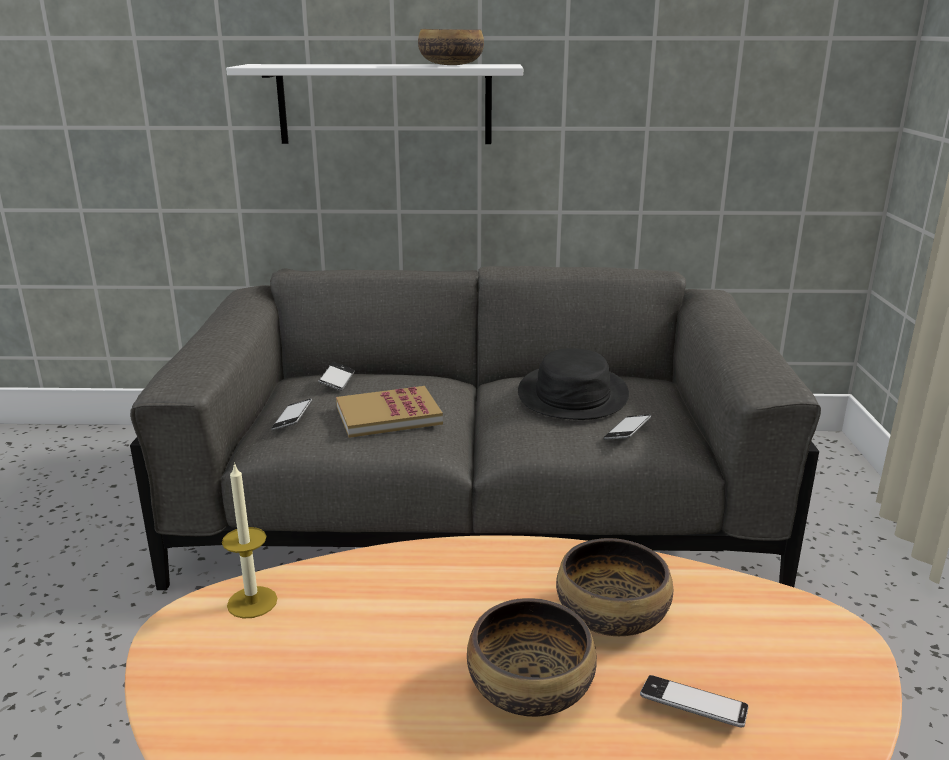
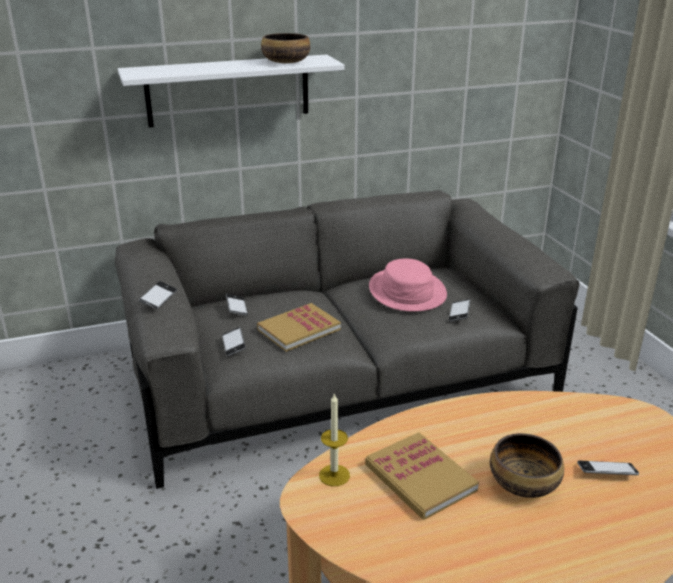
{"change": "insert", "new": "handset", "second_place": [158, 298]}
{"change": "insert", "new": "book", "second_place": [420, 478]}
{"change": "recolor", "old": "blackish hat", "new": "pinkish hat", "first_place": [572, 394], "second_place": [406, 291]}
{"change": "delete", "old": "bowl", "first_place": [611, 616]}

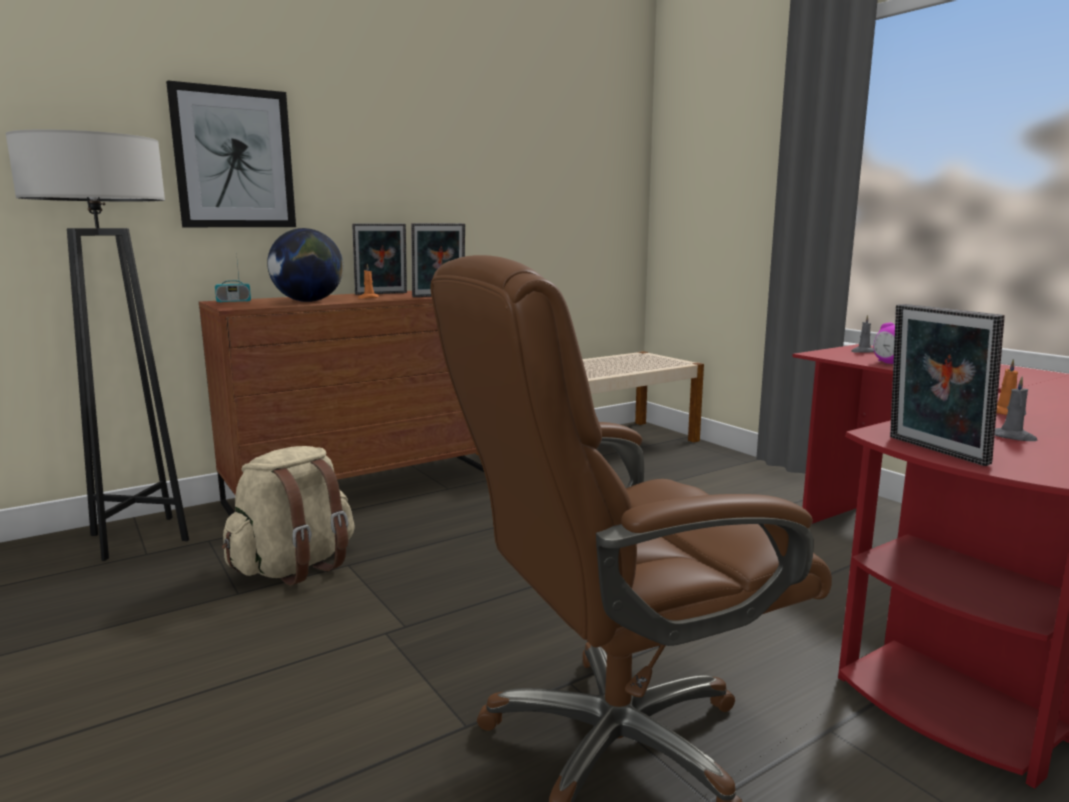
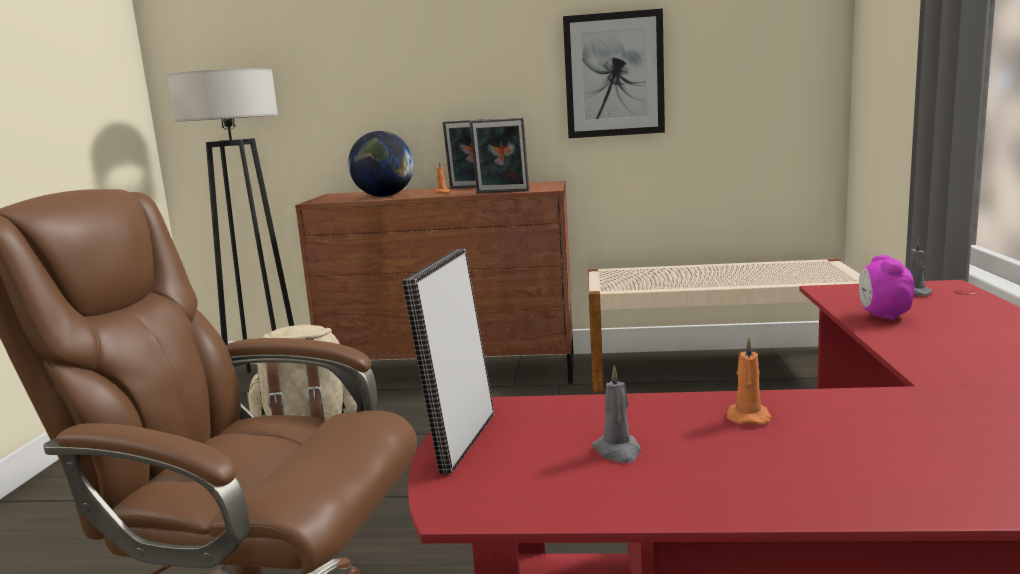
{"change": "move", "old": "wall picture", "first_place": [234, 158], "second_place": [614, 75]}
{"change": "delete", "old": "radio", "first_place": [234, 301]}

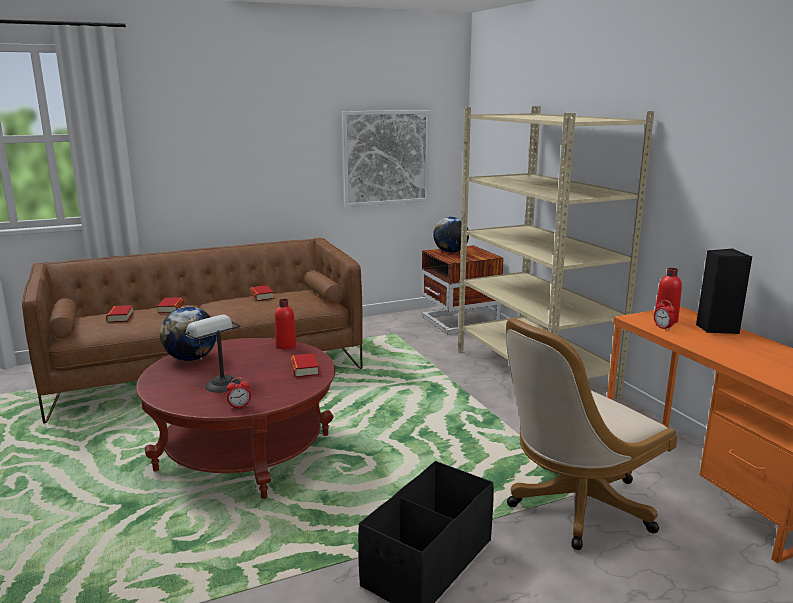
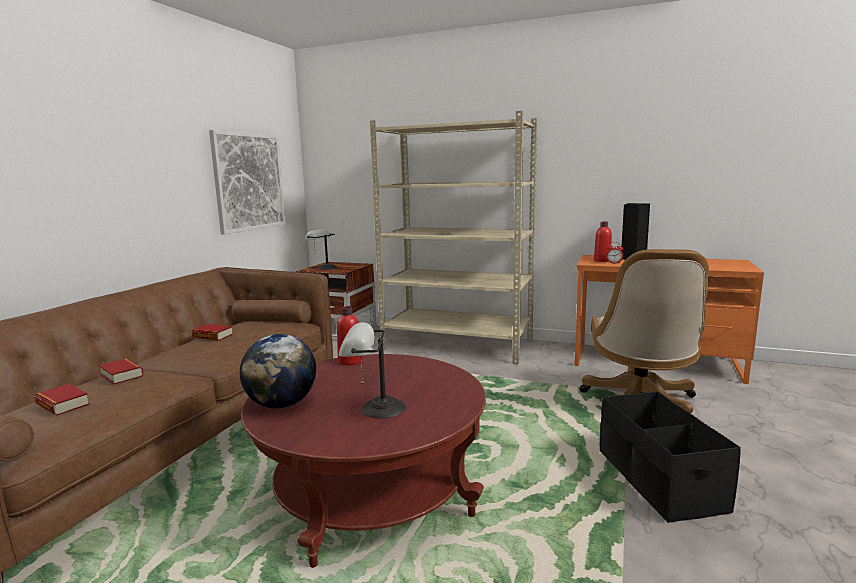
{"change": "replace", "old": "globe", "new": "lamp for a table", "first_place": [450, 252], "second_place": [323, 267]}
{"change": "delete", "old": "alarm clock", "first_place": [239, 406]}
{"change": "delete", "old": "book", "first_place": [304, 369]}

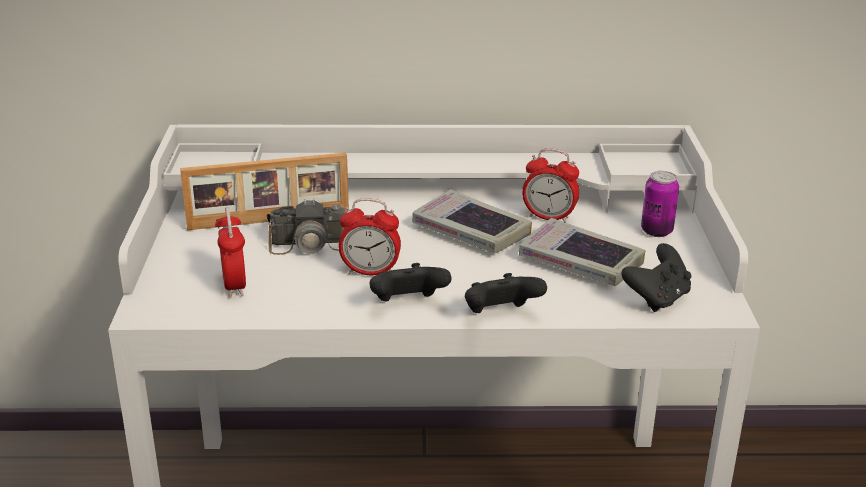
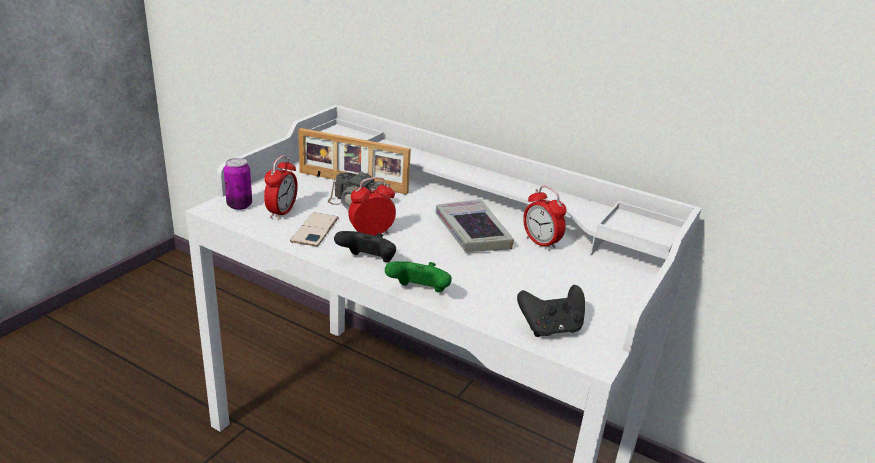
{"change": "move", "old": "can", "first_place": [656, 231], "second_place": [239, 205]}
{"change": "insert", "new": "handset", "second_place": [315, 230]}
{"change": "rotate", "old": "alarm clock", "first_place": [370, 272], "second_place": [371, 234], "degrees": 120}
{"change": "recolor", "old": "blackish joypad", "new": "greenish joypad", "first_place": [500, 315], "second_place": [419, 293]}
{"change": "delete", "old": "book", "first_place": [580, 262]}

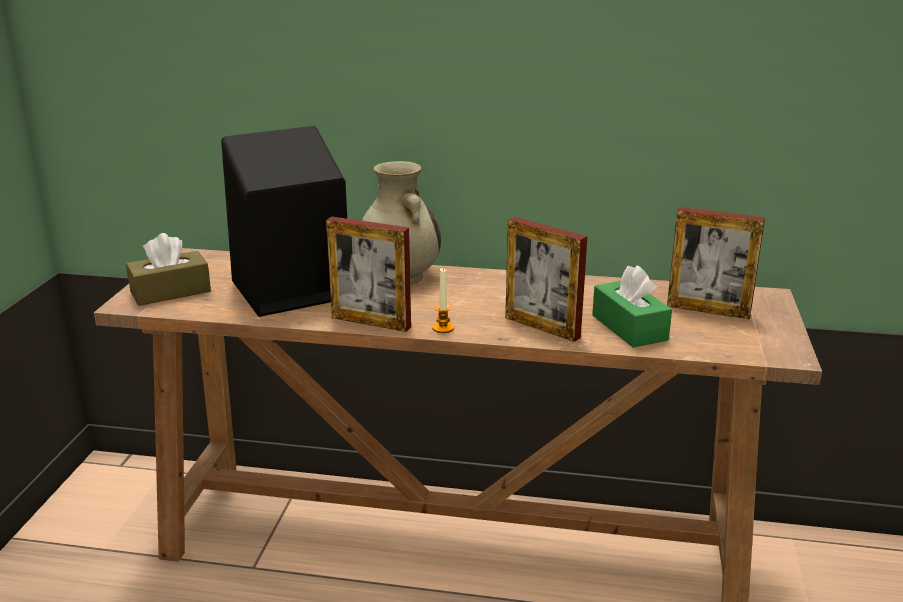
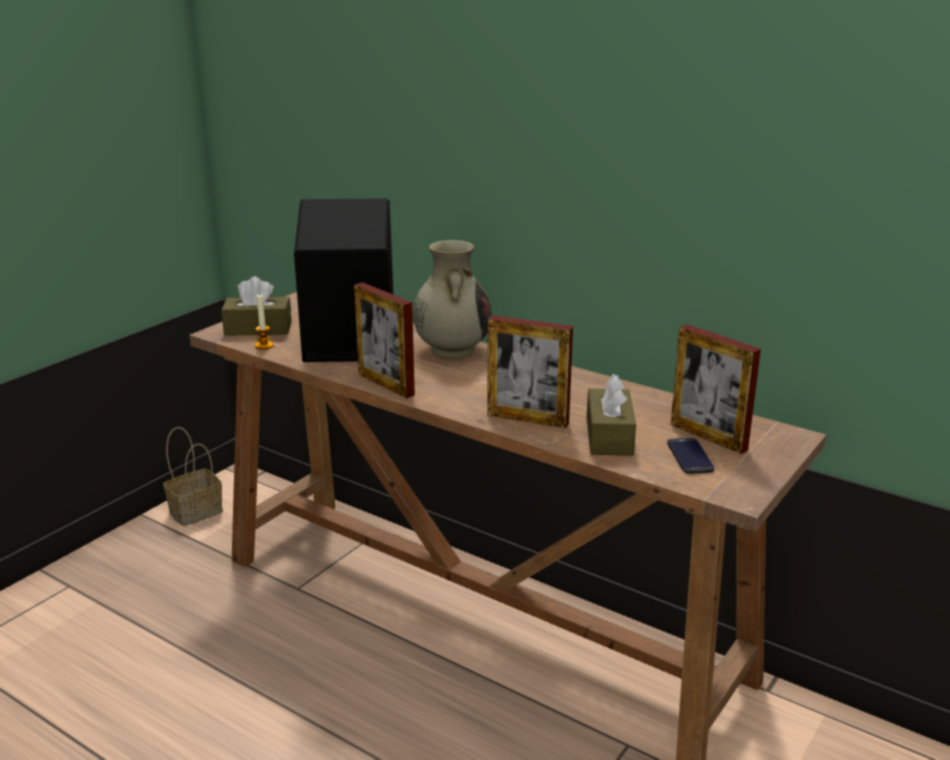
{"change": "insert", "new": "household basket", "second_place": [195, 513]}
{"change": "move", "old": "wax light", "first_place": [443, 328], "second_place": [264, 345]}
{"change": "rotate", "old": "standing frame", "first_place": [542, 327], "second_place": [527, 419], "degrees": -45}
{"change": "recolor", "old": "greenish box of tissues", "new": "brown box of tissues", "first_place": [629, 327], "second_place": [609, 436]}
{"change": "insert", "new": "handset", "second_place": [690, 456]}

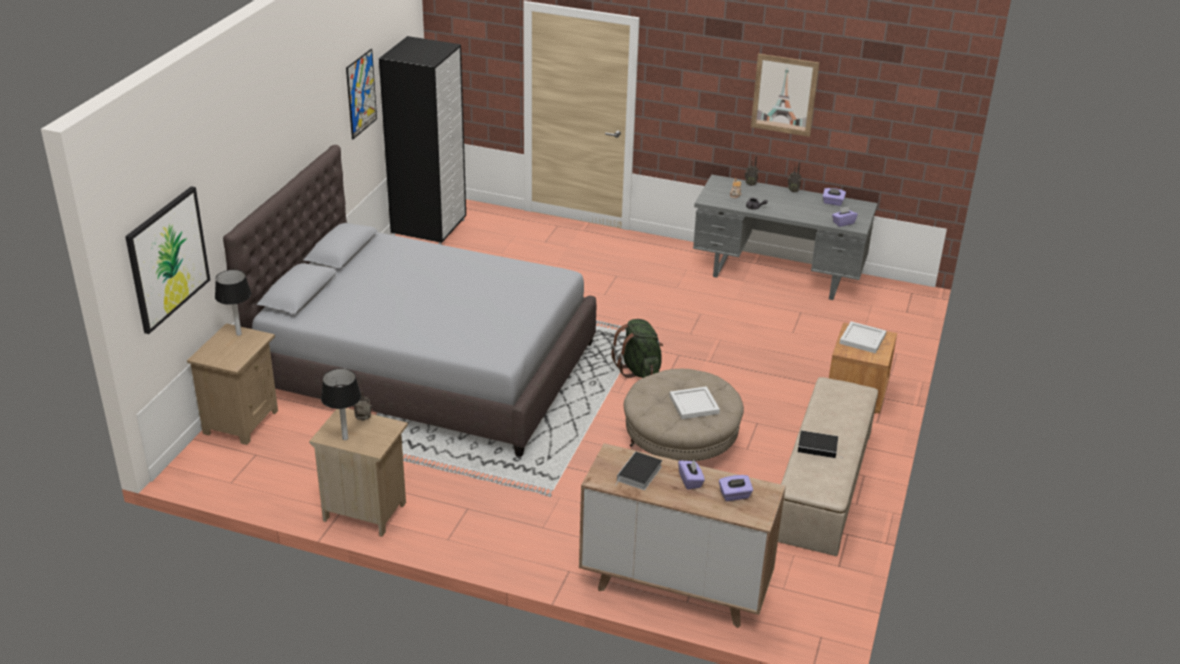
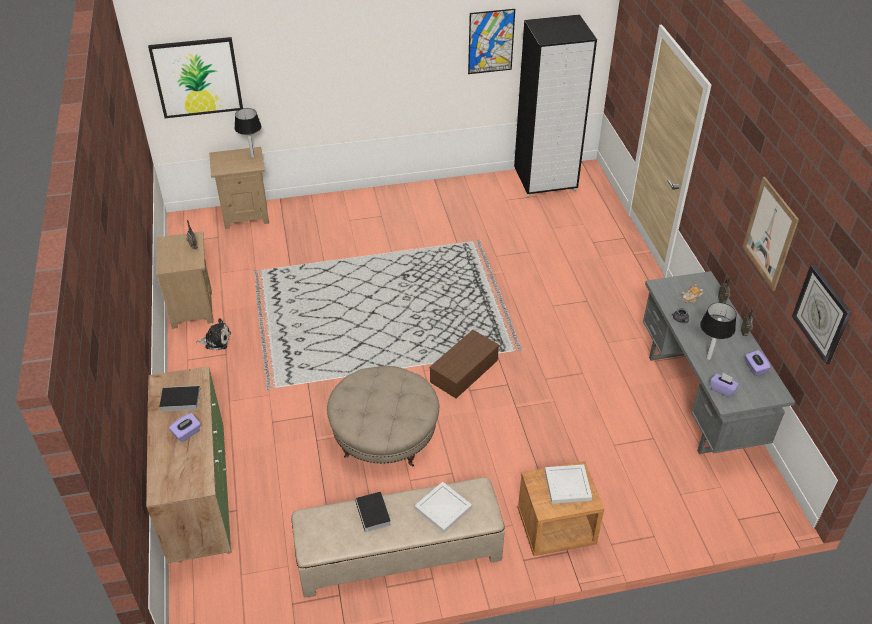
{"change": "insert", "new": "cuddly toy", "second_place": [216, 340]}
{"change": "move", "old": "white-coloured carrying tray", "first_place": [693, 404], "second_place": [443, 507]}
{"change": "replace", "old": "greenish rucksack", "new": "brown storage box", "first_place": [639, 370], "second_place": [464, 370]}
{"change": "move", "old": "lamp for a table", "first_place": [345, 438], "second_place": [708, 358]}
{"change": "insert", "new": "wall clock", "second_place": [822, 314]}
{"change": "delete", "old": "grey bedroom bed", "first_place": [424, 366]}
{"change": "delete", "old": "purple box of tissues", "first_place": [735, 495]}

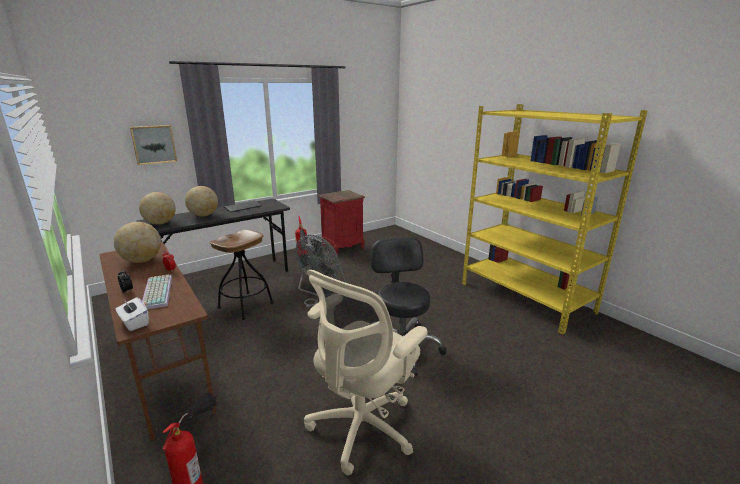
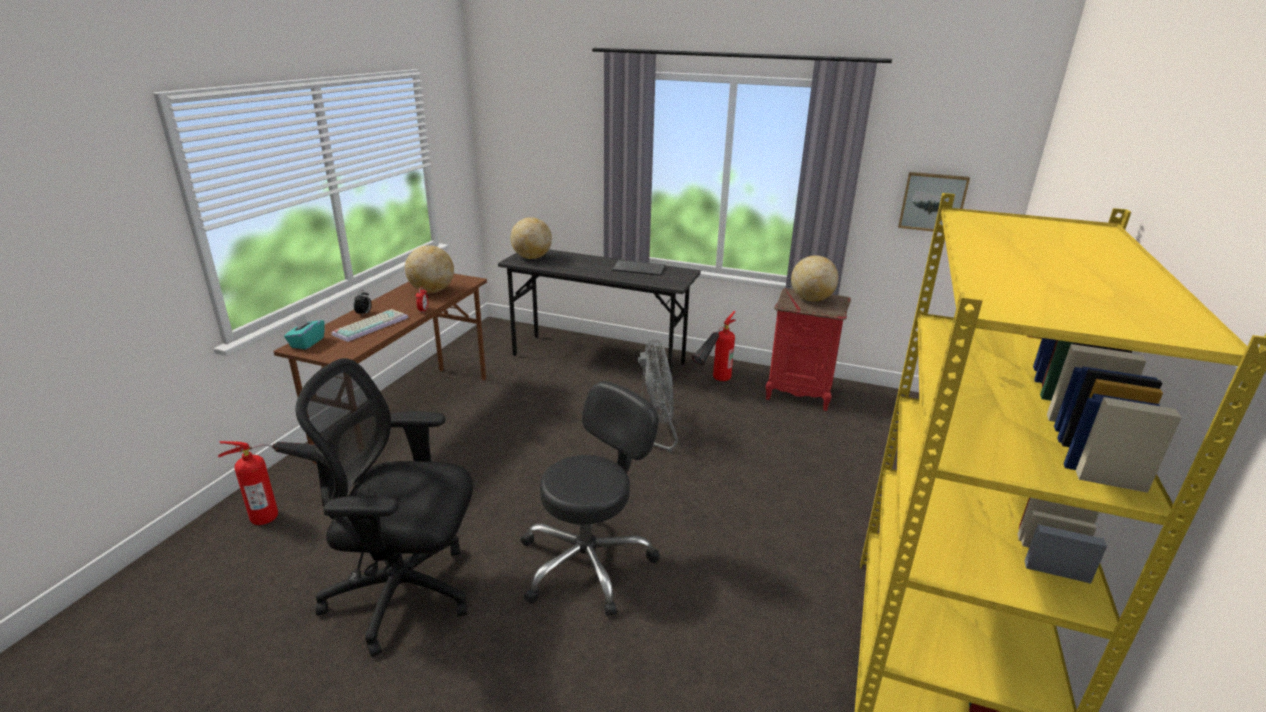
{"change": "recolor", "old": "white-coloured box of tissues", "new": "turquoise box of tissues", "first_place": [134, 323], "second_place": [307, 343]}
{"change": "recolor", "old": "beige-coloured office chair", "new": "blackish office chair", "first_place": [364, 421], "second_place": [410, 590]}
{"change": "move", "old": "globe", "first_place": [203, 215], "second_place": [811, 299]}
{"change": "move", "old": "wall picture", "first_place": [154, 144], "second_place": [932, 202]}
{"change": "delete", "old": "brown sitting stool", "first_place": [245, 305]}

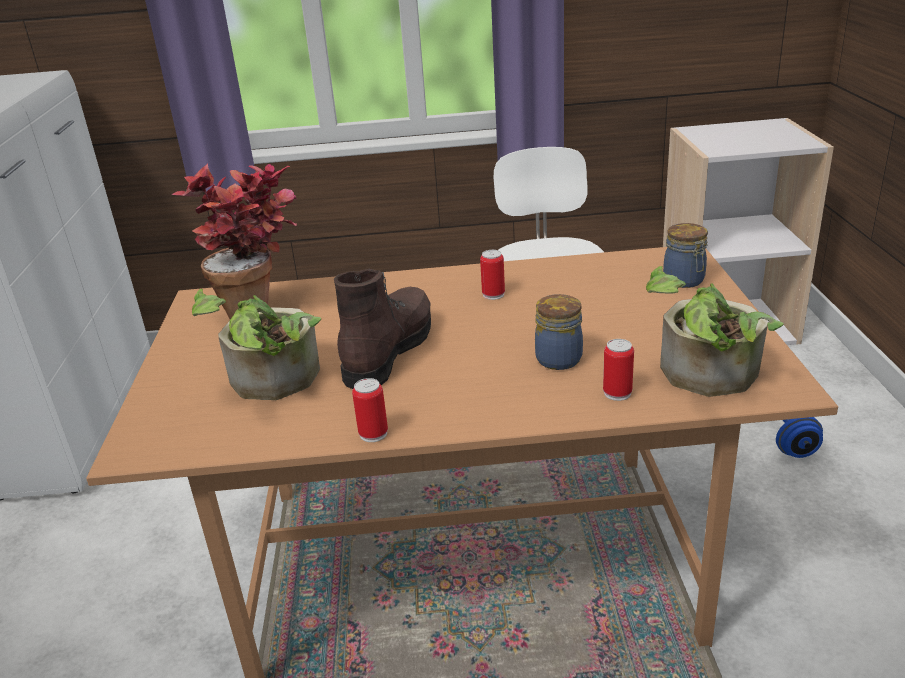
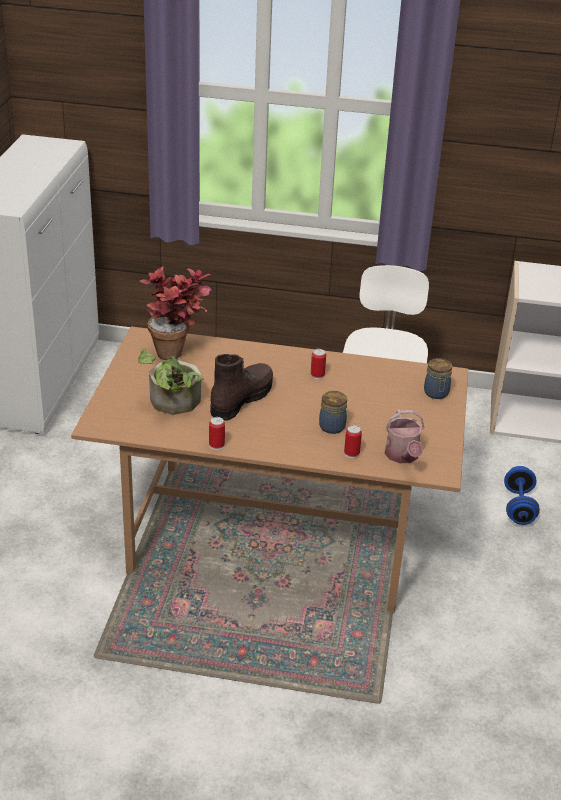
{"change": "replace", "old": "plant in a pot", "new": "sprinkling can", "first_place": [704, 377], "second_place": [403, 456]}

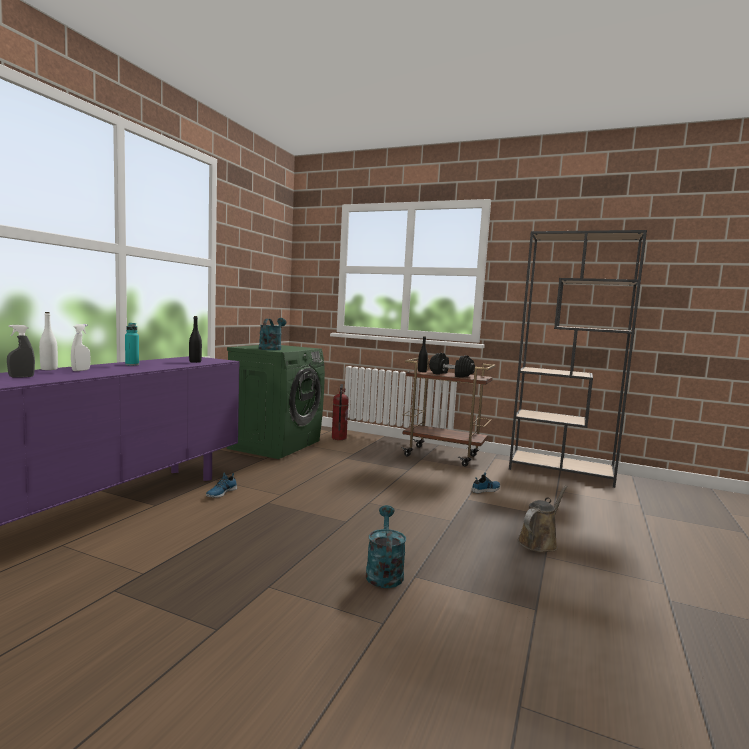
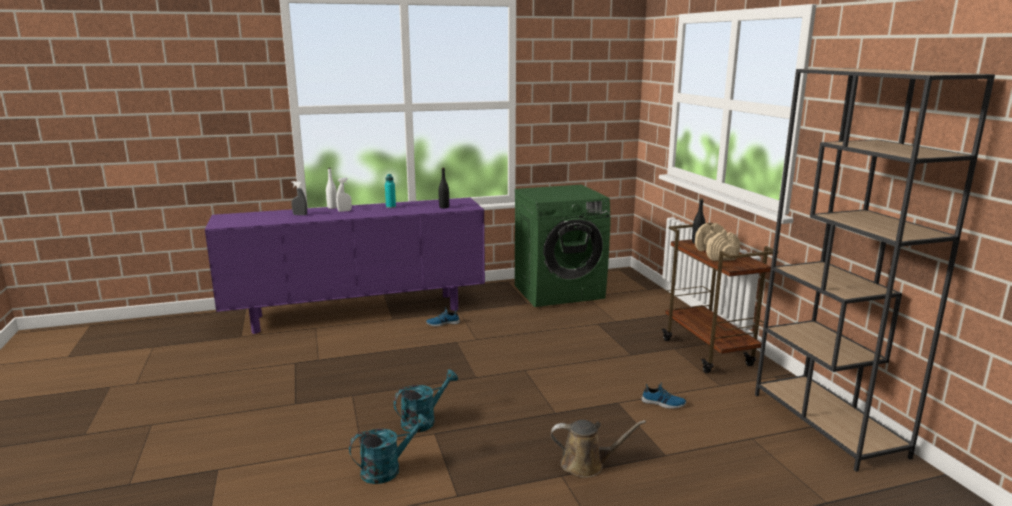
{"change": "move", "old": "turquoise sprinkling can", "first_place": [271, 348], "second_place": [387, 469]}
{"change": "recolor", "old": "blackish free weight", "new": "beige-coloured free weight", "first_place": [451, 375], "second_place": [716, 254]}
{"change": "delete", "old": "fire extinguisher", "first_place": [338, 438]}

